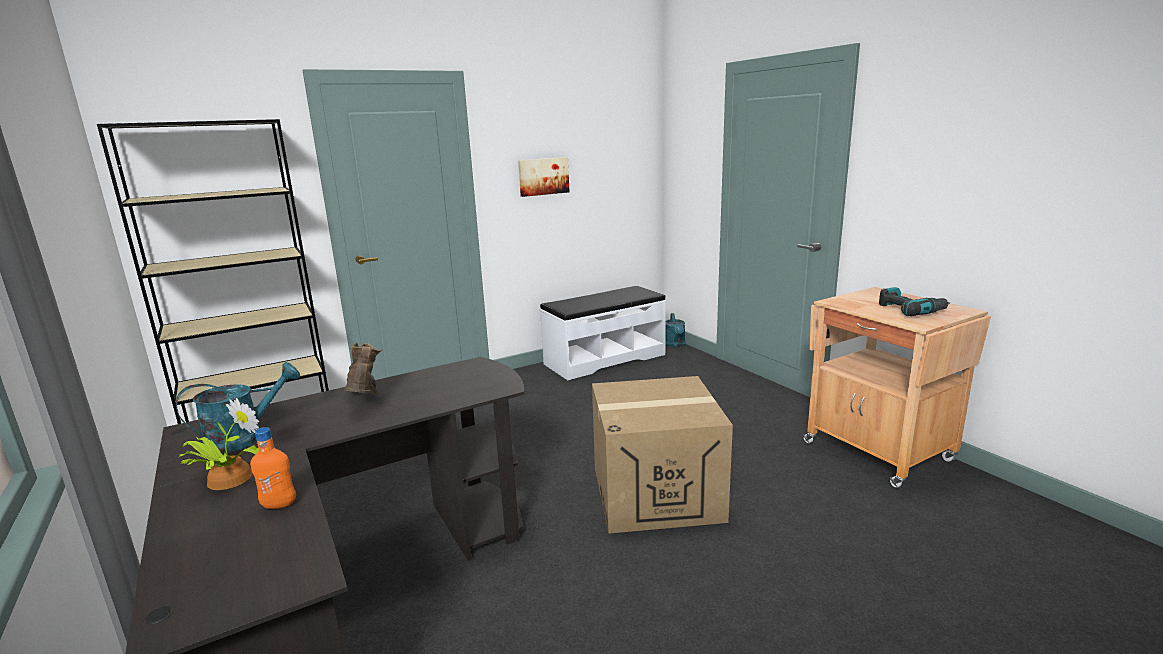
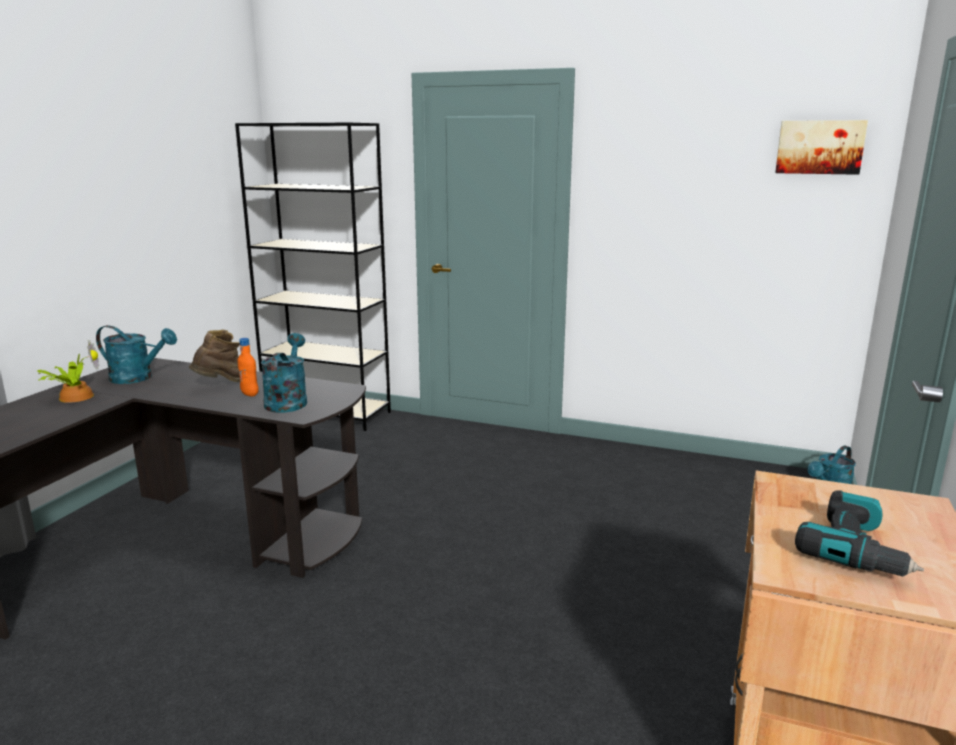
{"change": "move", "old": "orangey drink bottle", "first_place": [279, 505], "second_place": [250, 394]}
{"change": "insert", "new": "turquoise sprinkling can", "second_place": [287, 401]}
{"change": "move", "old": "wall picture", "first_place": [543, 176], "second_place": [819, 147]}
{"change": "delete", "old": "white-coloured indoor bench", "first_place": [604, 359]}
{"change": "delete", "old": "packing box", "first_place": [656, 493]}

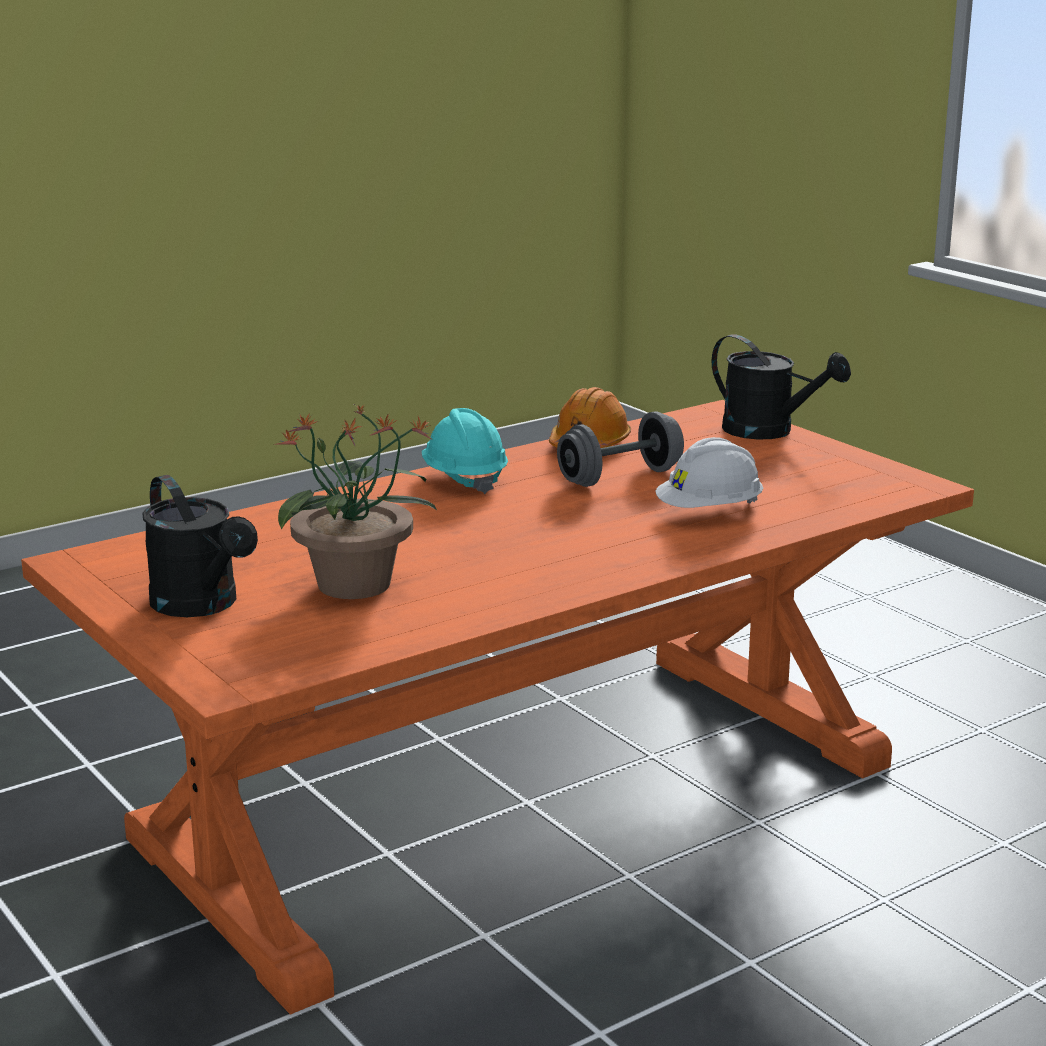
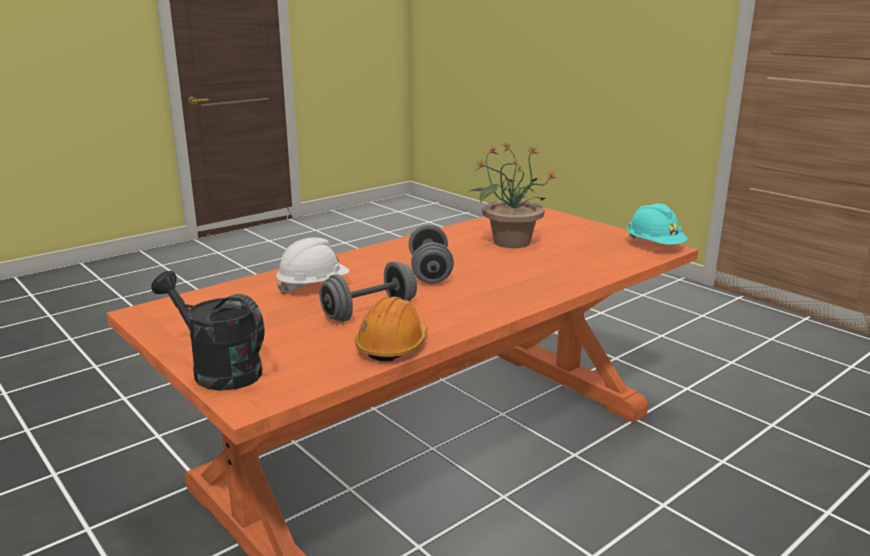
{"change": "insert", "new": "grey free weight", "second_place": [430, 272]}
{"change": "move", "old": "turquoise safety helmet", "first_place": [464, 479], "second_place": [654, 246]}
{"change": "delete", "old": "blackish sprinkling can", "first_place": [202, 605]}

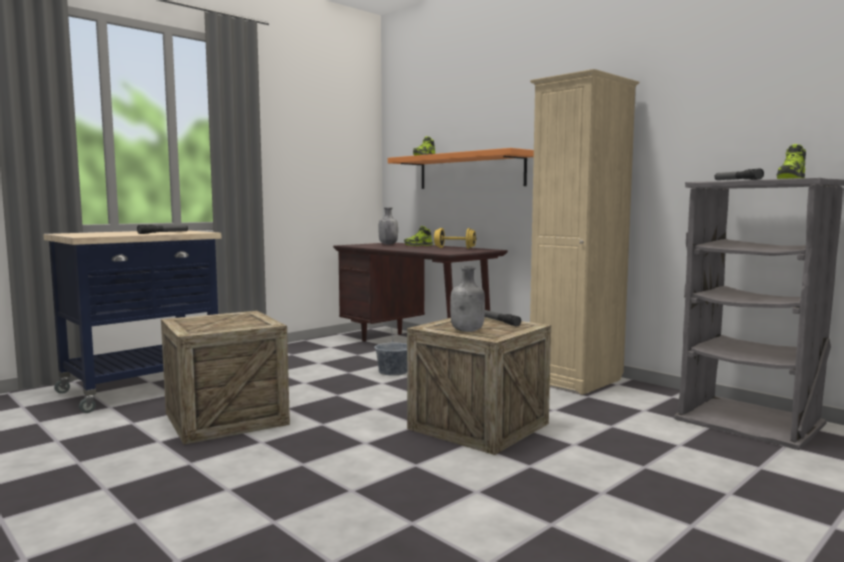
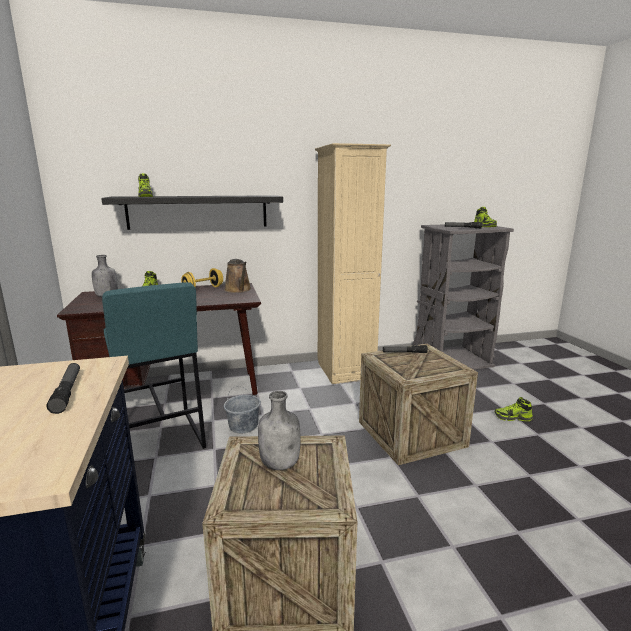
{"change": "recolor", "old": "orangey bracket shelf", "new": "blackish bracket shelf", "first_place": [470, 171], "second_place": [198, 212]}
{"change": "insert", "new": "turquoise sitting stool", "second_place": [162, 439]}
{"change": "insert", "new": "brown sprinkling can", "second_place": [238, 290]}
{"change": "move", "old": "grey drink bottle", "first_place": [468, 331], "second_place": [280, 463]}
{"change": "insert", "new": "item of footwear", "second_place": [513, 418]}

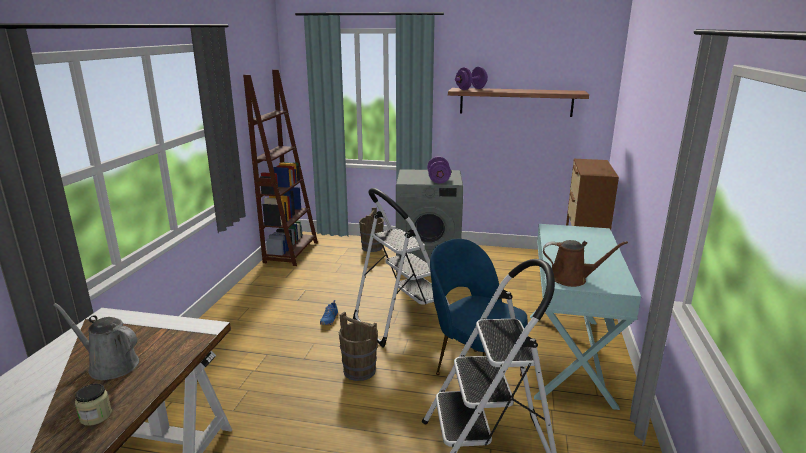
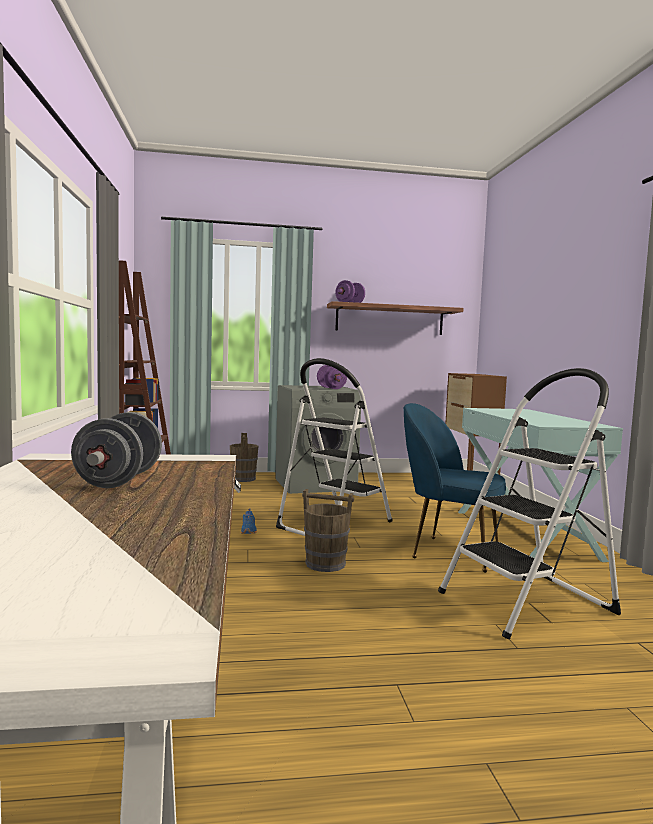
{"change": "replace", "old": "grey sprinkling can", "new": "grey free weight", "first_place": [110, 365], "second_place": [119, 480]}
{"change": "delete", "old": "preserve jar", "first_place": [96, 416]}
{"change": "delete", "old": "brown sprinkling can", "first_place": [572, 279]}

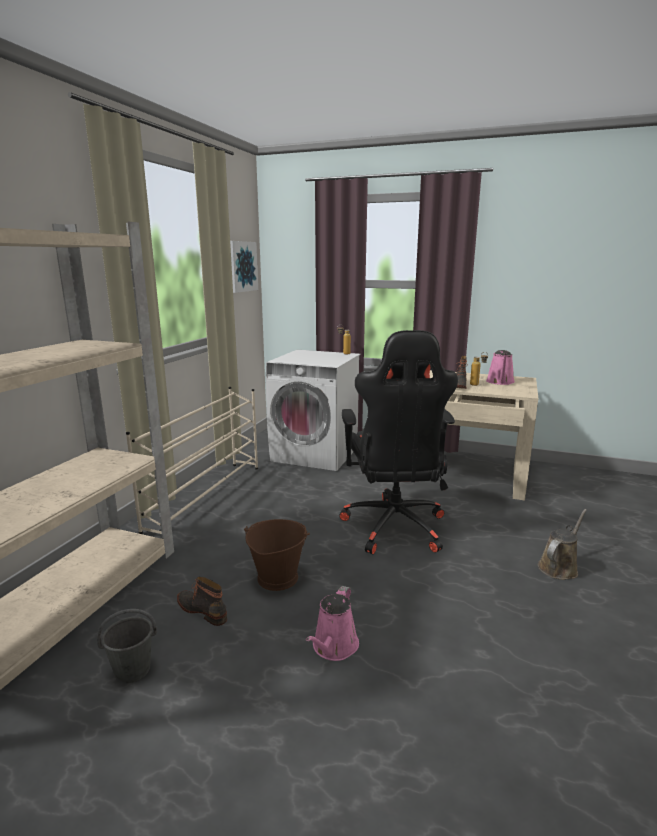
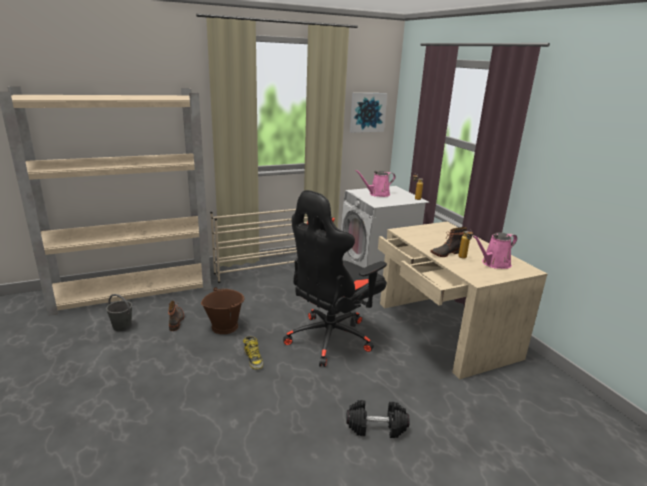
{"change": "insert", "new": "tall boot", "second_place": [253, 359]}
{"change": "replace", "old": "brown sprinkling can", "new": "blackish free weight", "first_place": [559, 567], "second_place": [376, 427]}
{"change": "move", "old": "pinkish sprinkling can", "first_place": [333, 647], "second_place": [377, 194]}

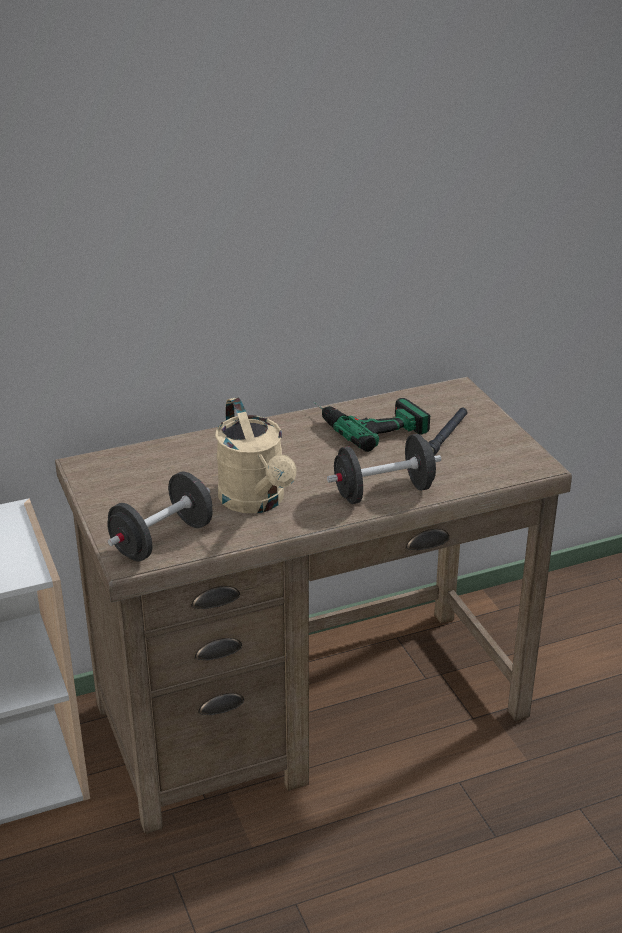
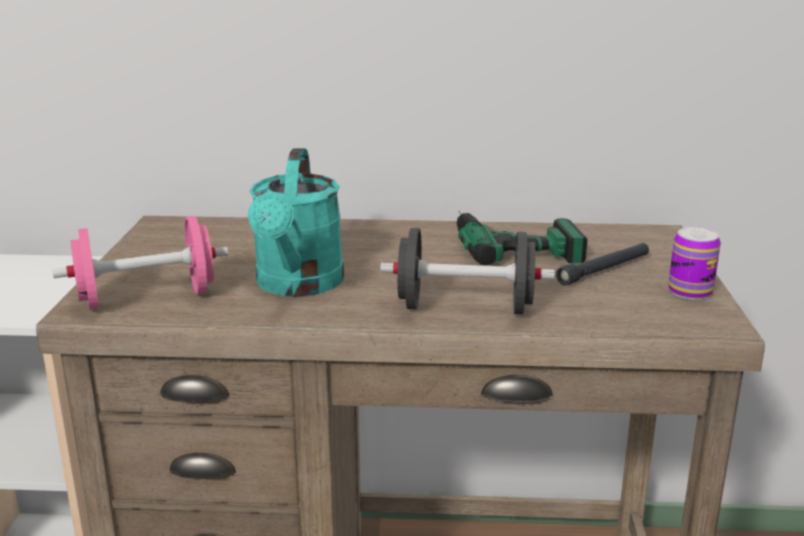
{"change": "recolor", "old": "blackish free weight", "new": "pinkish free weight", "first_place": [162, 540], "second_place": [147, 298]}
{"change": "recolor", "old": "beige-coloured sprinkling can", "new": "turquoise sprinkling can", "first_place": [256, 501], "second_place": [298, 286]}
{"change": "insert", "new": "can", "second_place": [690, 291]}

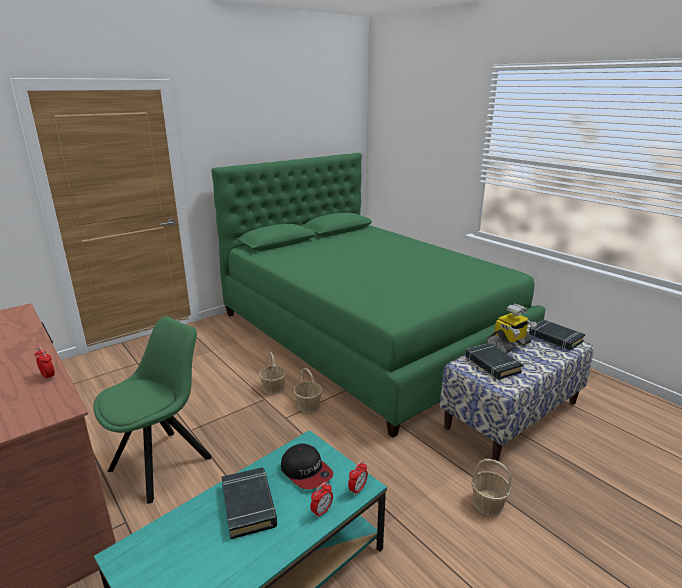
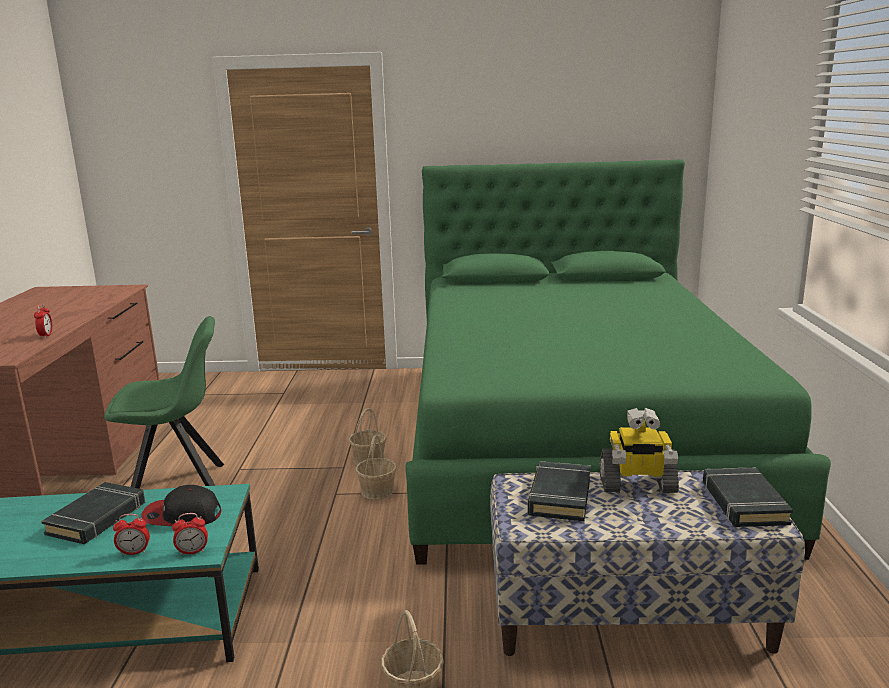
{"change": "rotate", "old": "peaked cap", "first_place": [306, 471], "second_place": [182, 516], "degrees": 90}

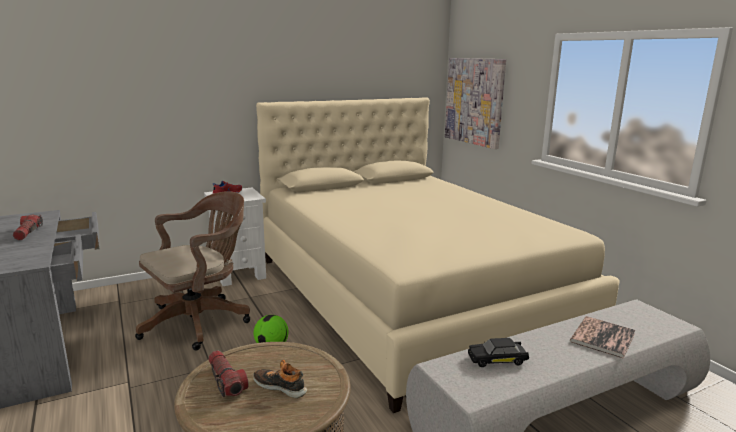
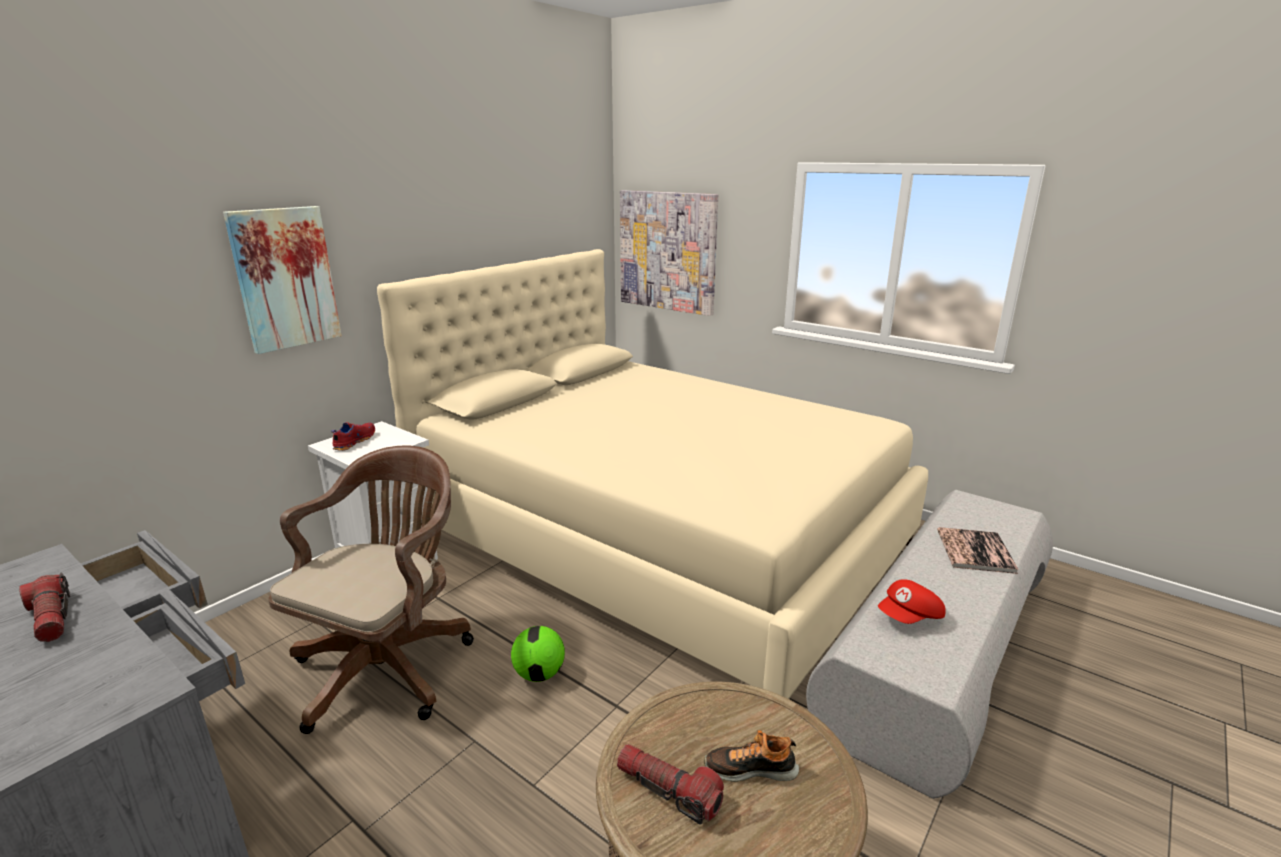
{"change": "insert", "new": "wall picture", "second_place": [285, 278]}
{"change": "replace", "old": "blackish miniature car", "new": "red-coloured peaked cap", "first_place": [497, 359], "second_place": [910, 617]}

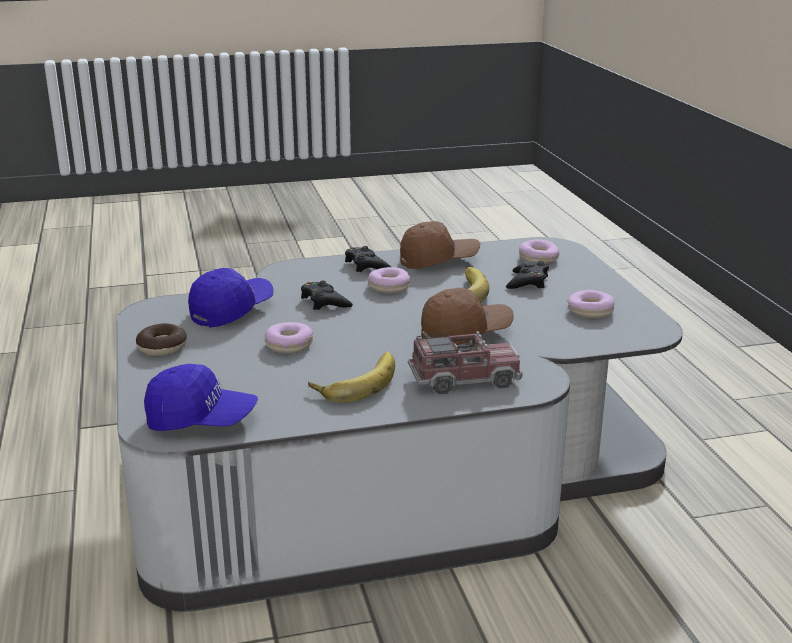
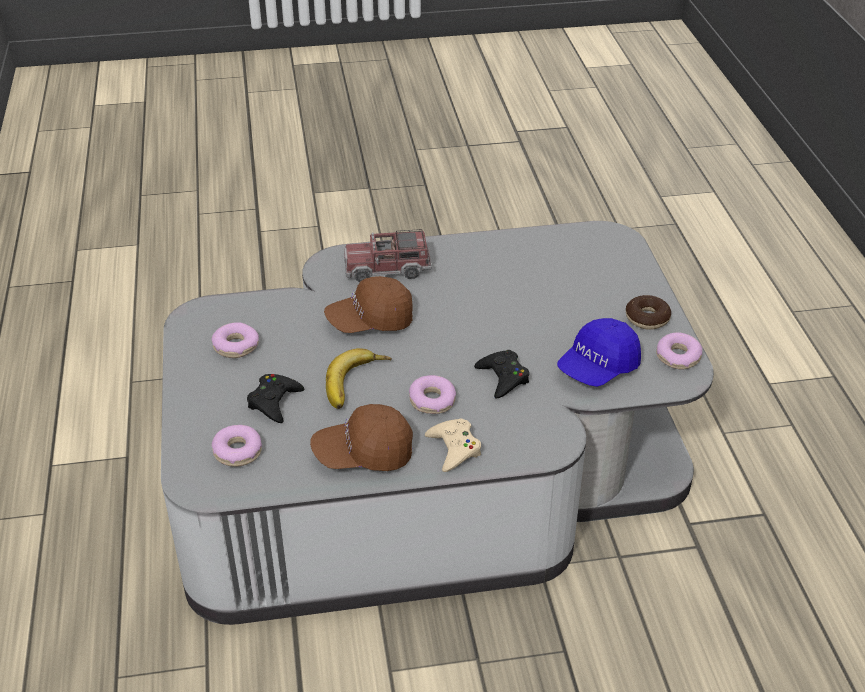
{"change": "recolor", "old": "blackish joypad", "new": "beige-coloured joypad", "first_place": [366, 265], "second_place": [454, 448]}
{"change": "move", "old": "doughnut", "first_place": [289, 345], "second_place": [677, 357]}
{"change": "delete", "old": "bluish peaked cap", "first_place": [201, 420]}
{"change": "delete", "old": "banana fruit", "first_place": [356, 382]}

